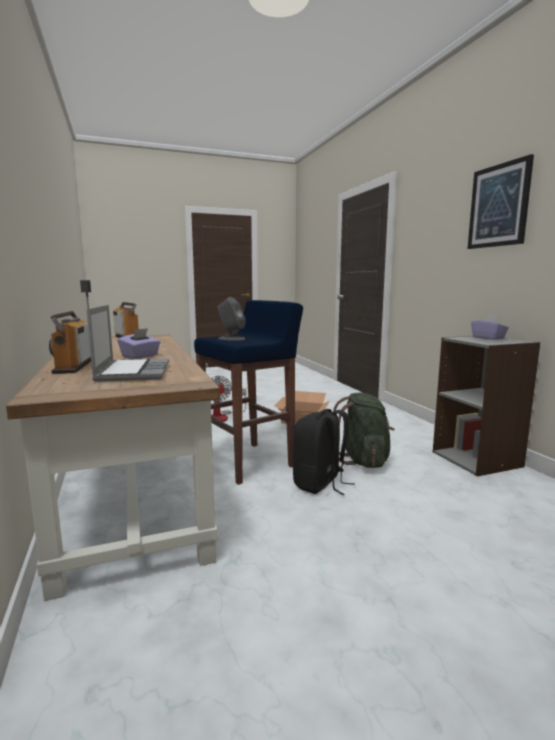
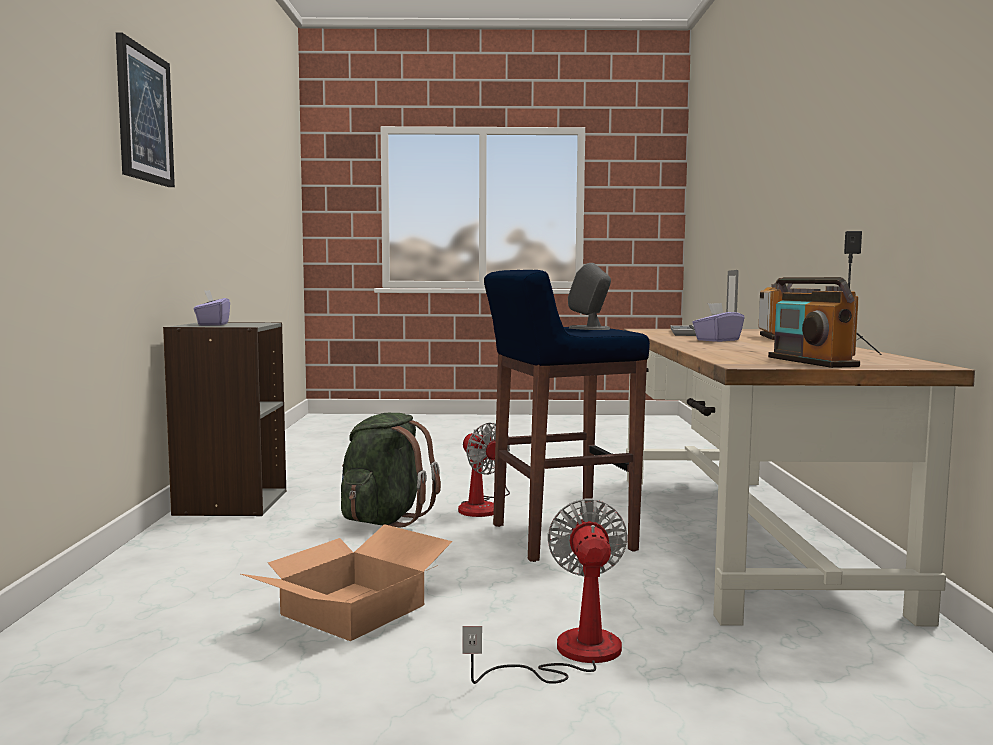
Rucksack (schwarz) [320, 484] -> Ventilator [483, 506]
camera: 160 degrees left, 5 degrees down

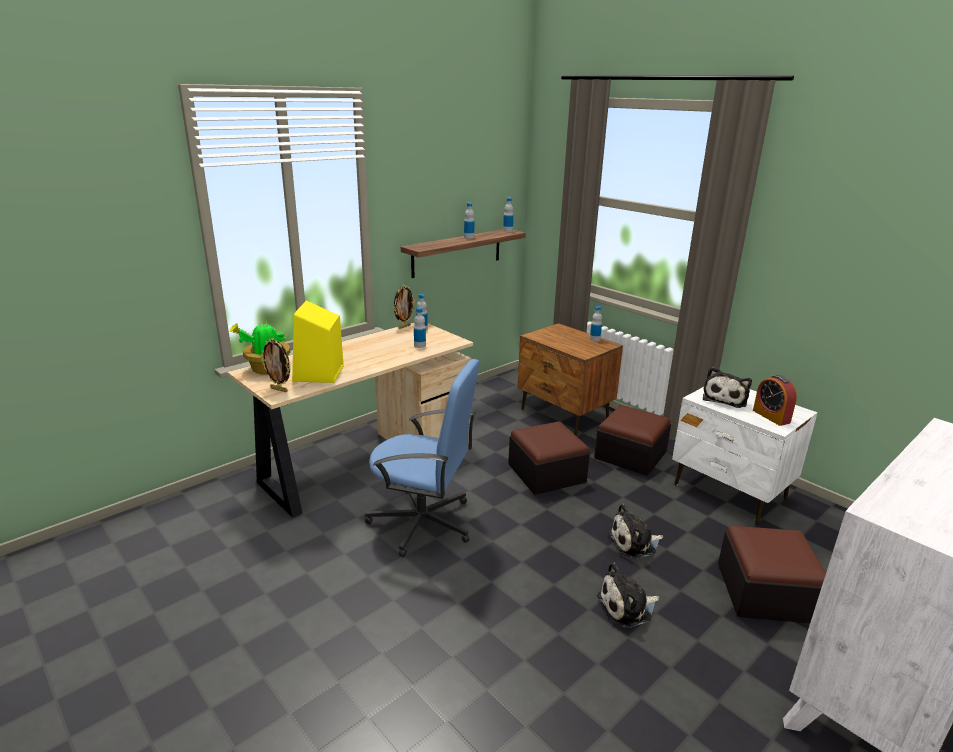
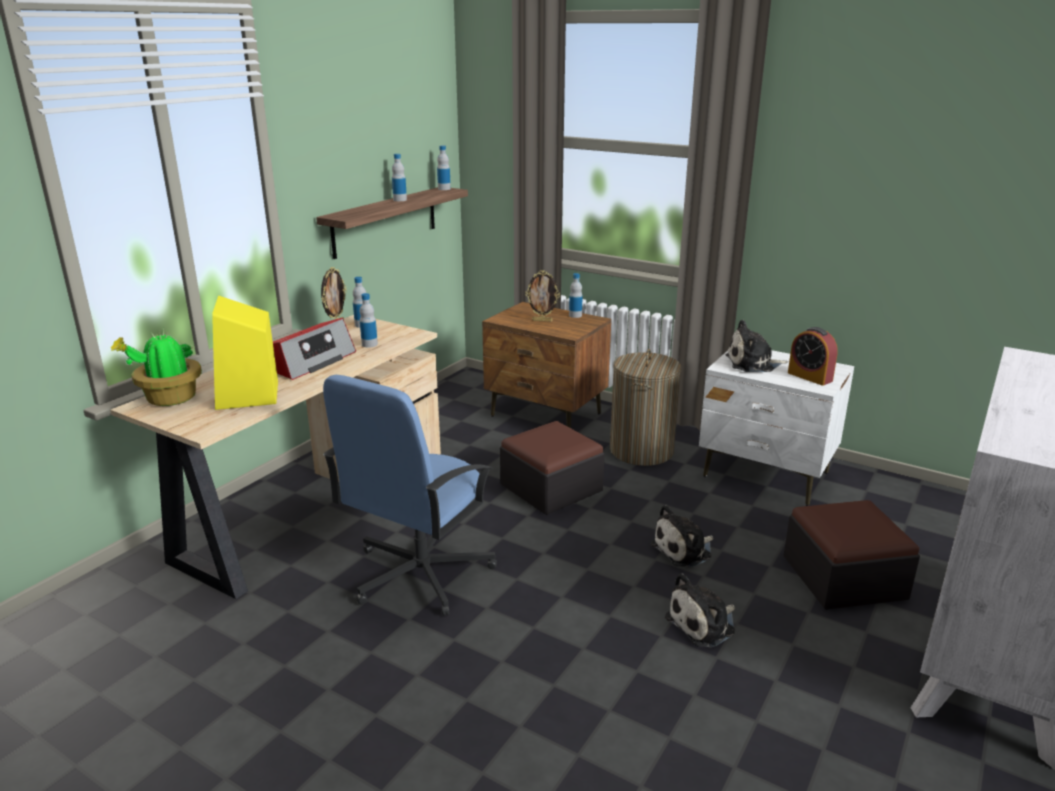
Bilderrahmen [279, 389] -> Bilderrahmen [542, 320], moved
Bürostuhl (blau) [423, 523] -> Bürostuhl (blau) [419, 573], 120 degrees clockwise
Plüschtier [725, 398] -> Plüschtier [753, 364], 75 degrees clockwise
Polsterhocker [630, 455] -> Wäschekorb [641, 451]
none -> Radio [311, 362]
camera: 15 degrees left, 0 degrees up

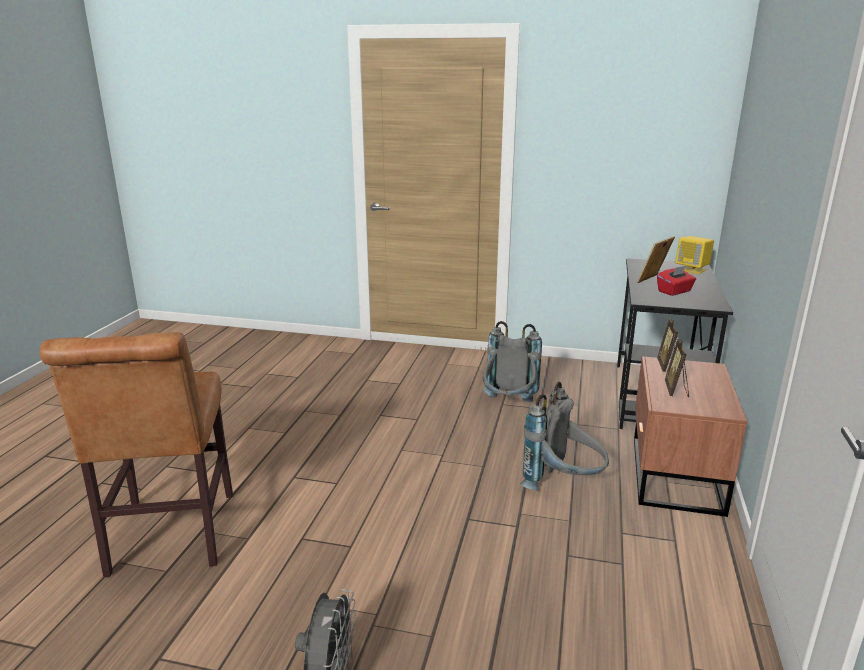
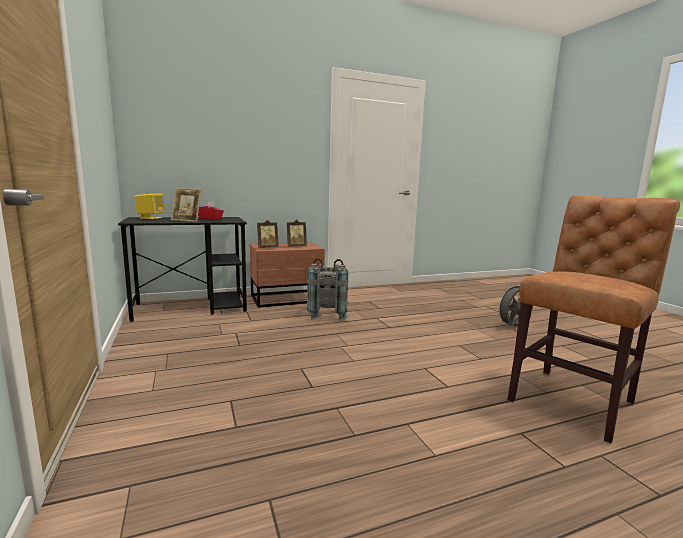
Rucksack (grau) [508, 406] -> none
camera: 125 degrees left, 10 degrees down

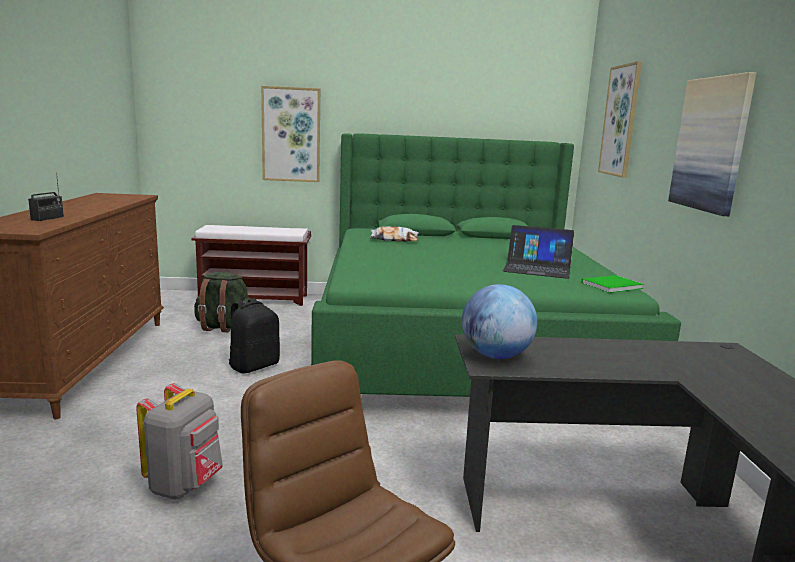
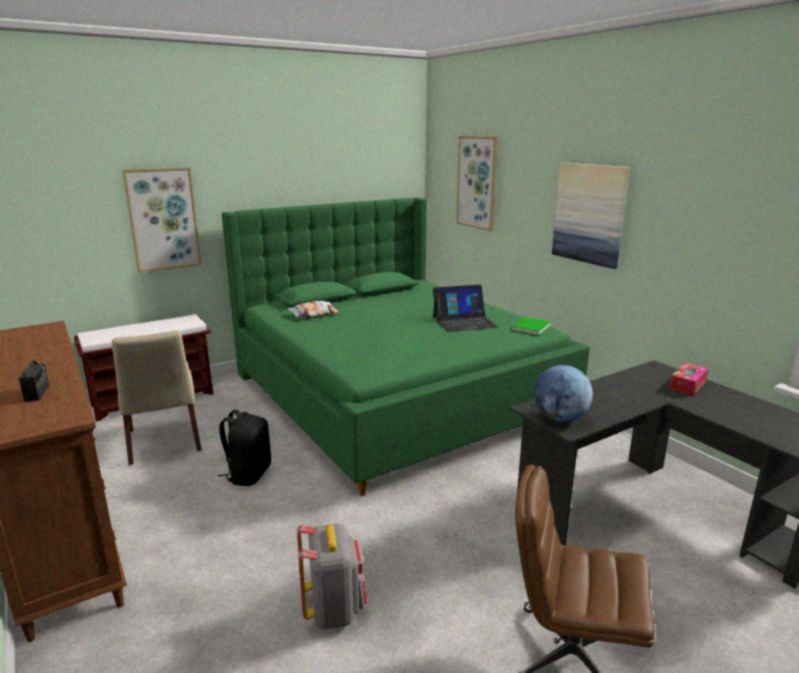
Rucksack (grün) [223, 327] -> Stuhl (beige) [164, 442]
none -> Taschentuchbox [687, 385]
camera: 30 degrees left, 5 degrees up

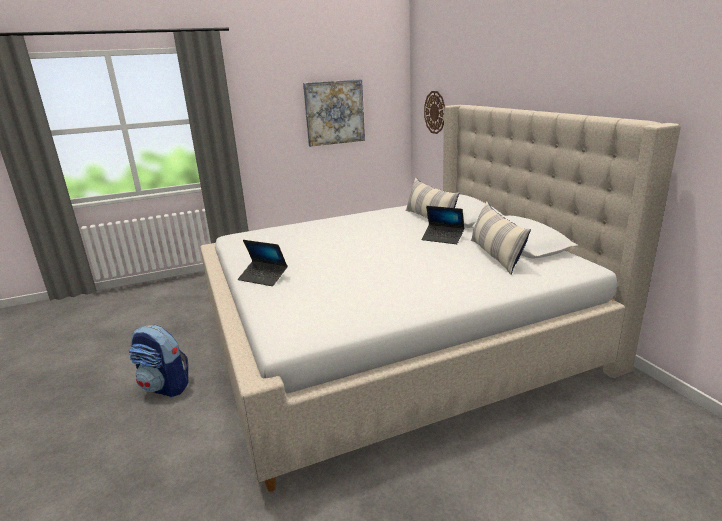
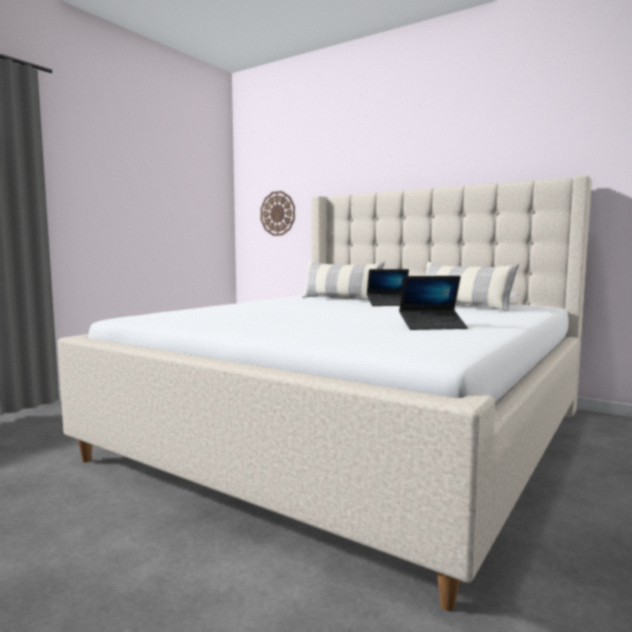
Bild [334, 112] -> none
Laptop [263, 277] -> Laptop [432, 326], moved
Rucksack [165, 387] -> none
camera: 35 degrees left, 15 degrees down

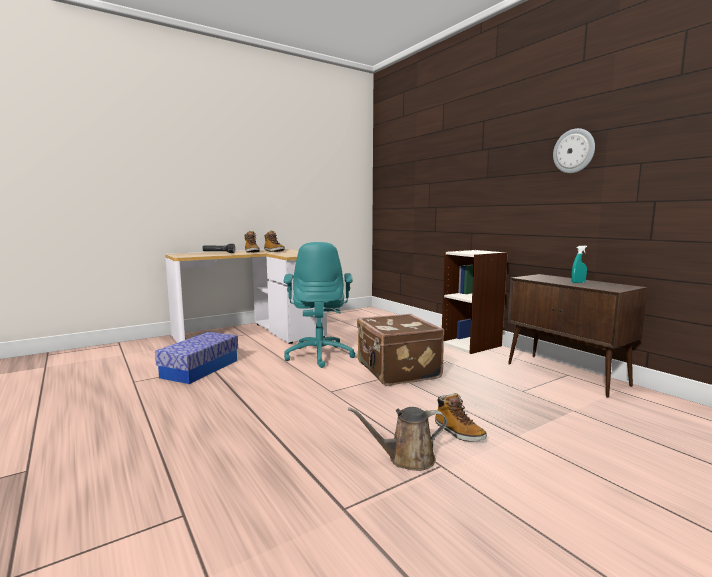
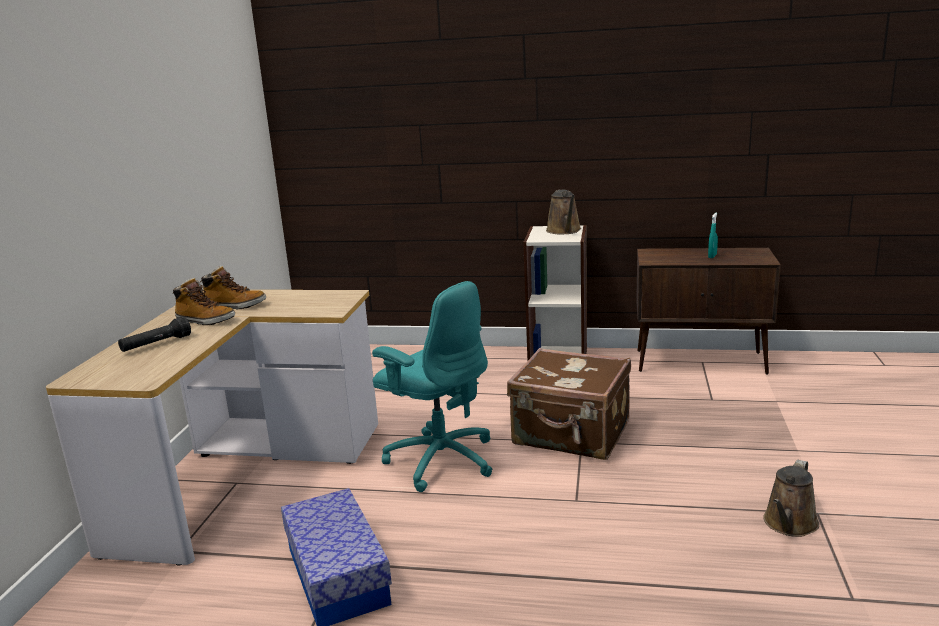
Wanduhr [574, 151] -> none
Stiefel [458, 432] -> none
none -> Gießkanne (braun) [564, 231]
camera: 45 degrees left, 10 degrees up

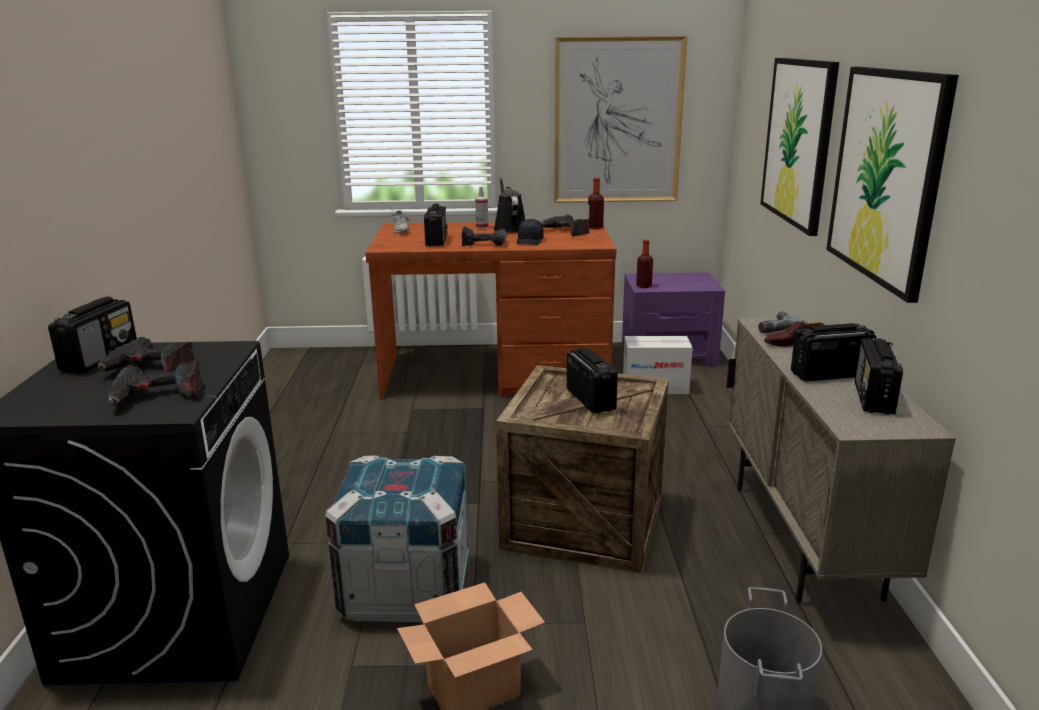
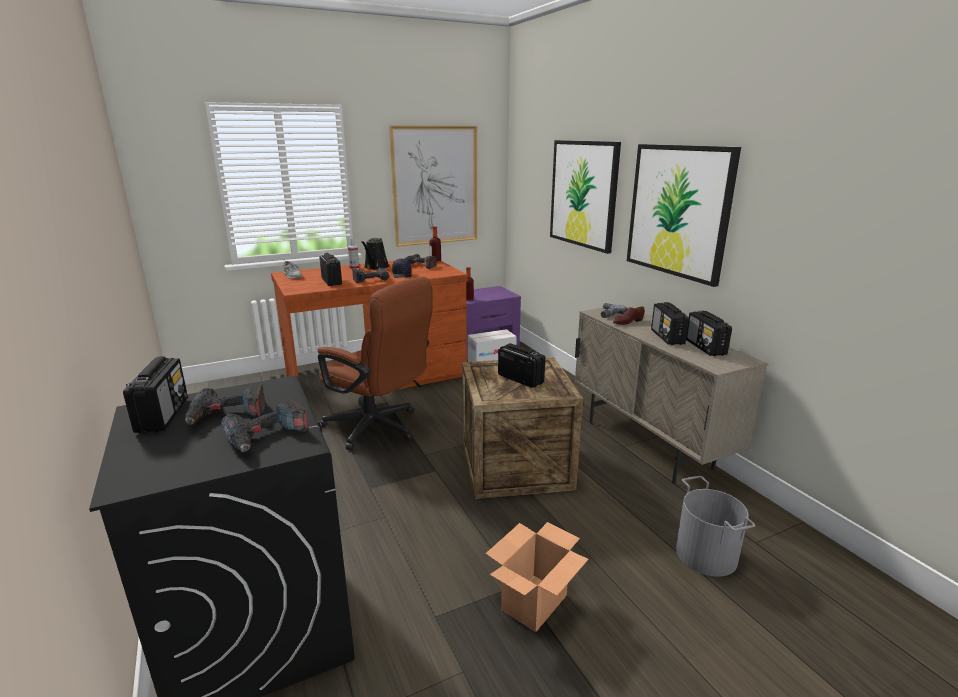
Gießkanne (schwarz) [509, 228] -> Gießkanne (schwarz) [375, 267], 135 degrees counterclockwise
Radio [828, 374] -> Radio [667, 337], 60 degrees counterclockwise
Kiste [406, 589] -> none
none -> Bürostuhl (braun) [379, 429]
camera: 25 degrees left, 0 degrees up

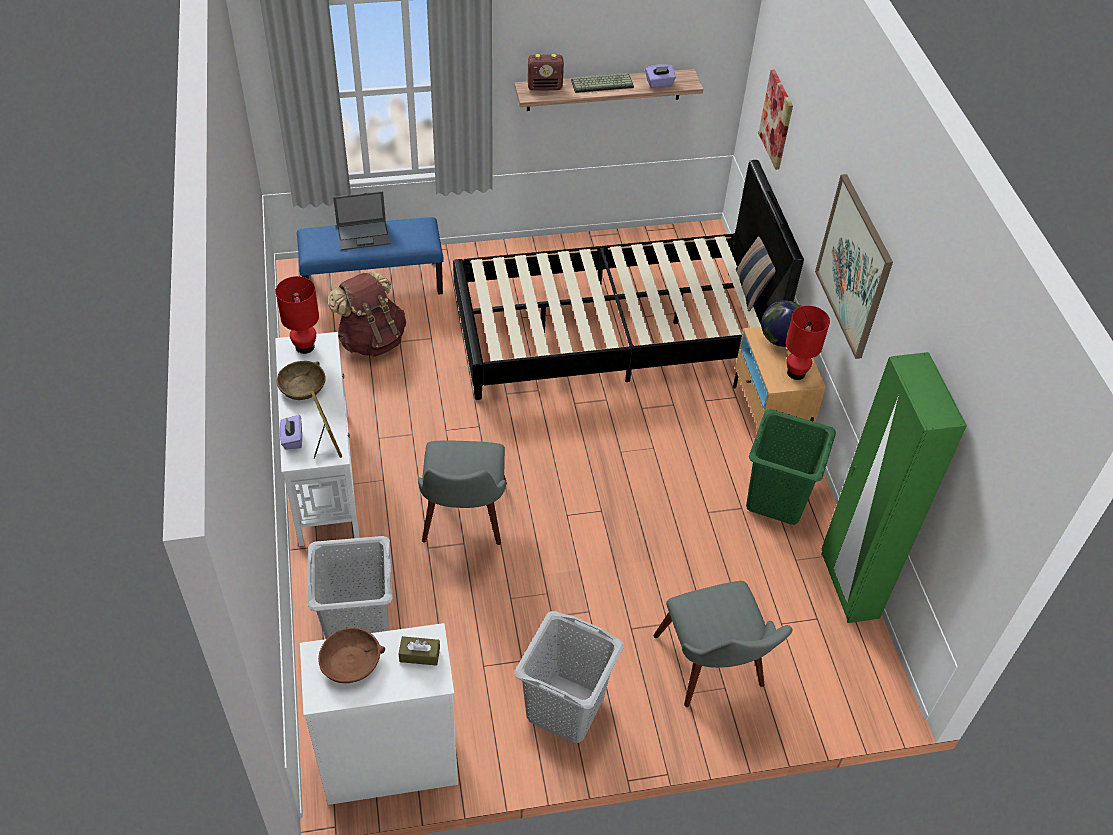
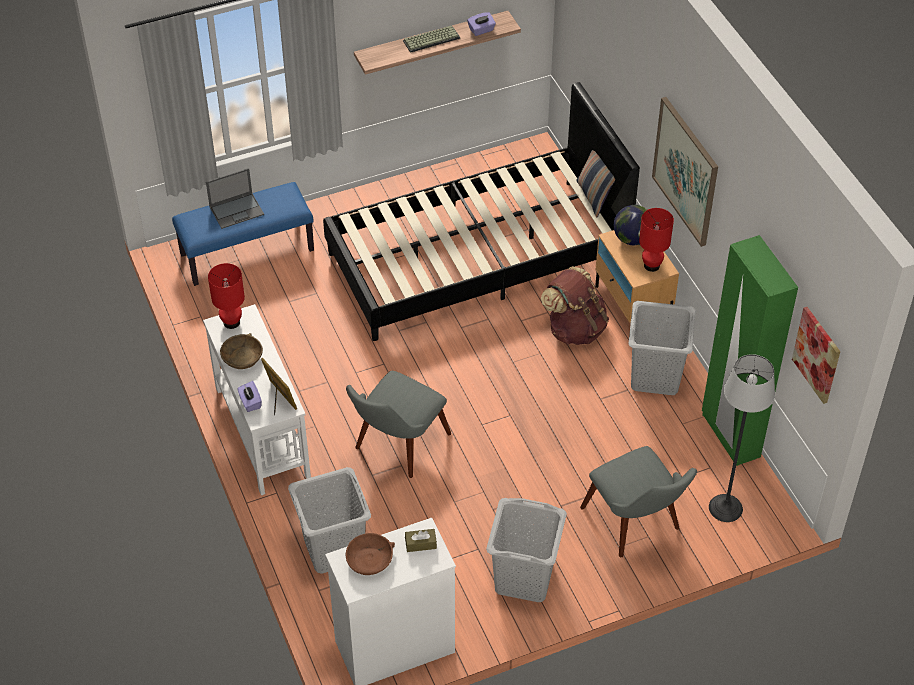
Radio [545, 87] -> none
Bild [777, 119] -> Bild [817, 354], moved
Rucksack (braun) [371, 340] -> Rucksack (braun) [574, 329], moved
Wäschekorb (grün) [777, 499] -> Wäschekorb (grau) [655, 377]
Stuhl (grau) [463, 523] -> Stuhl (grau) [395, 448], 45 degrees clockwise
none -> Stehlampe [726, 508]
camera: 10 degrees left, 0 degrees up

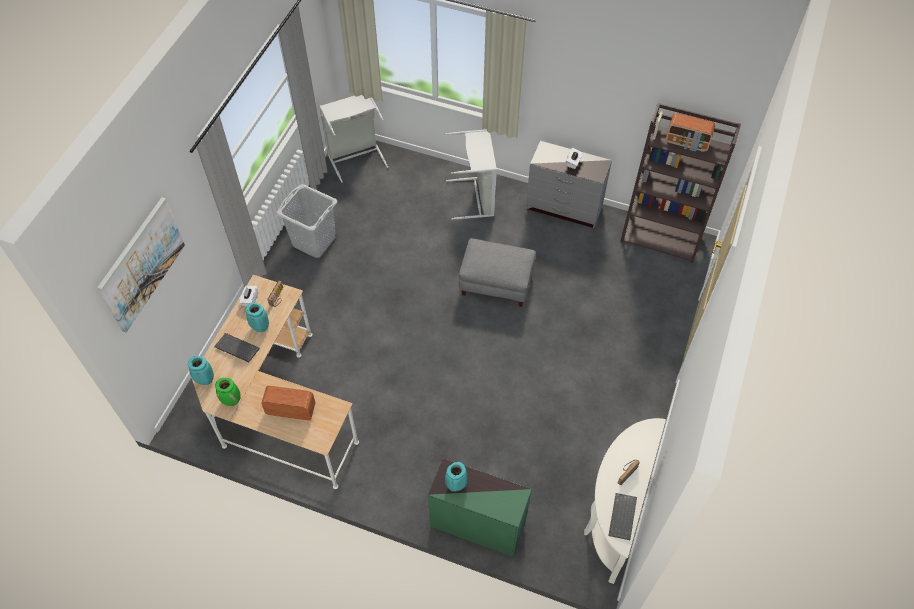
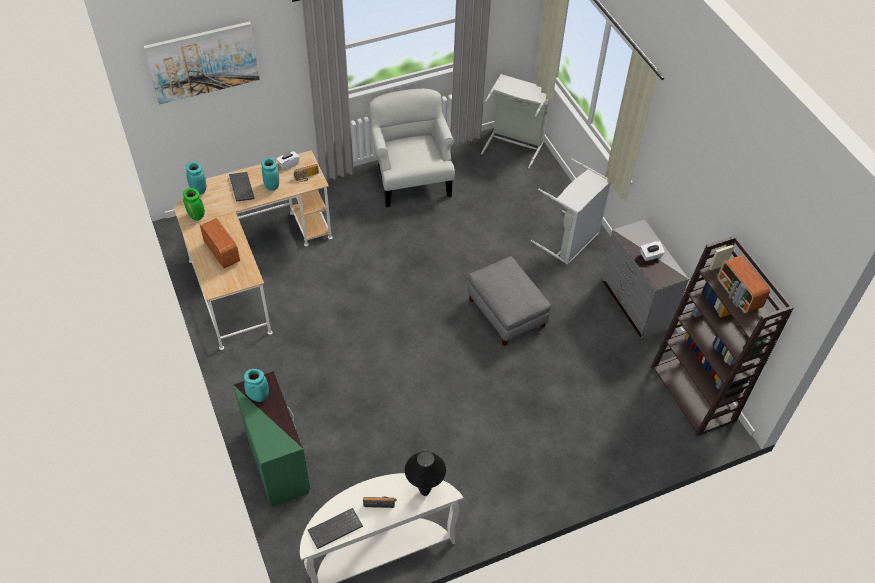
Wäschekorb (grau) [314, 241] -> Sessel (weiß) [411, 178]
none -> Tischlampe (schwarz) [424, 492]
camera: 45 degrees right, 5 degrees down

